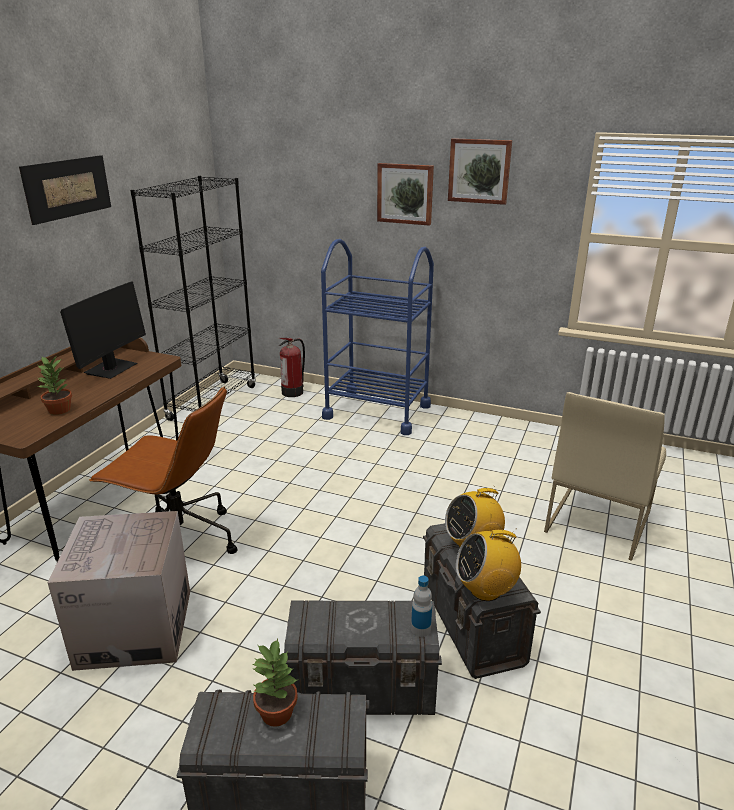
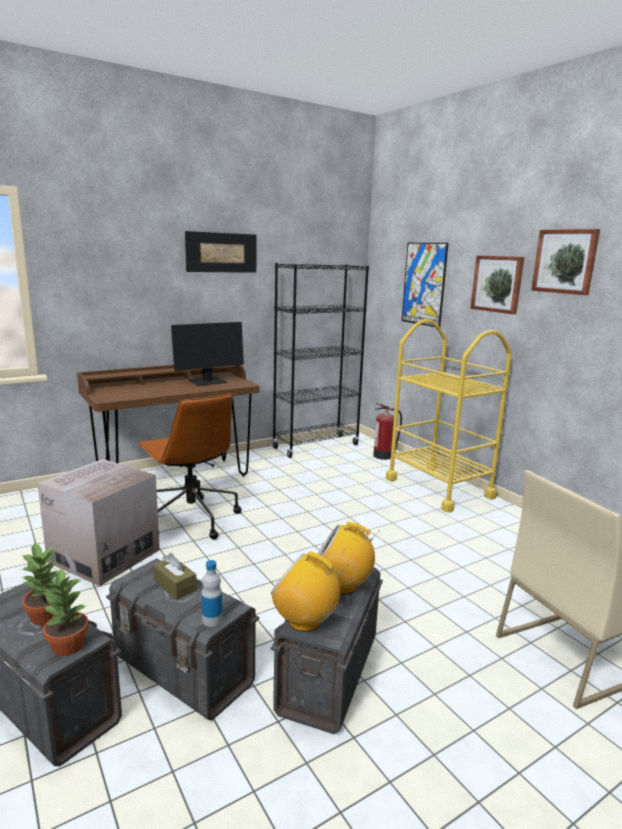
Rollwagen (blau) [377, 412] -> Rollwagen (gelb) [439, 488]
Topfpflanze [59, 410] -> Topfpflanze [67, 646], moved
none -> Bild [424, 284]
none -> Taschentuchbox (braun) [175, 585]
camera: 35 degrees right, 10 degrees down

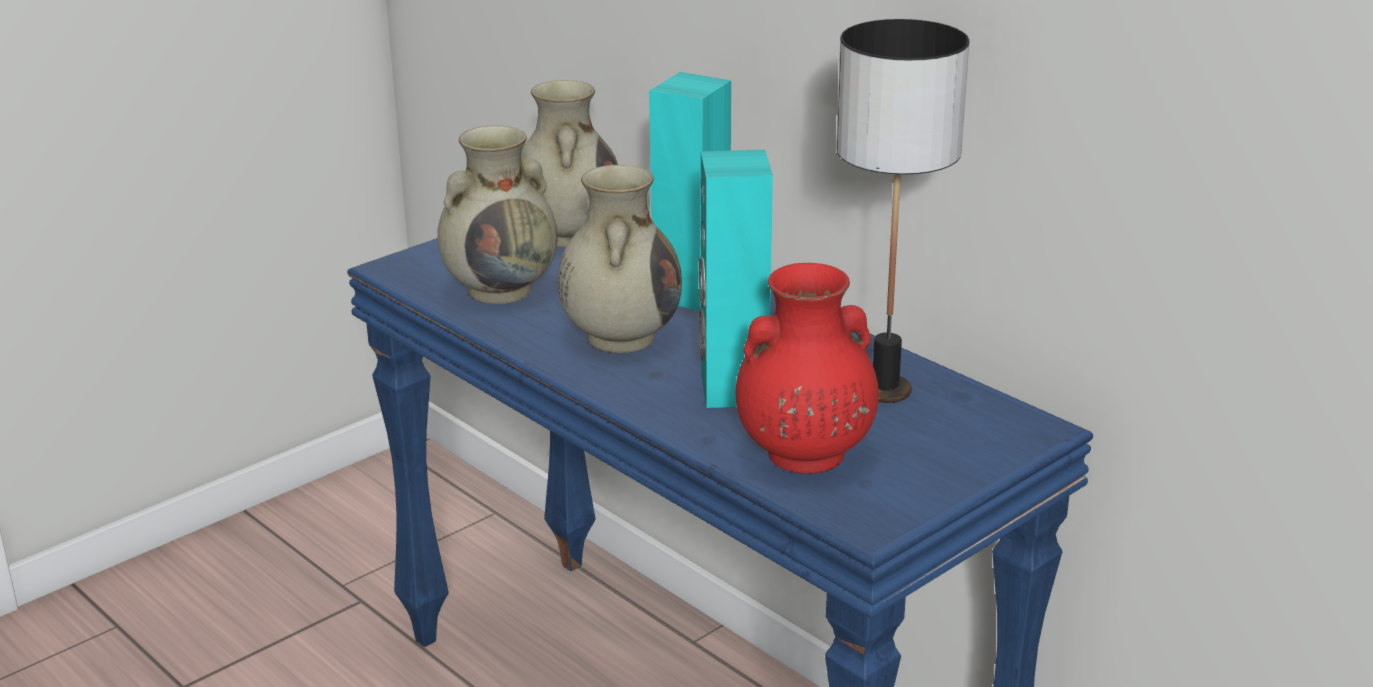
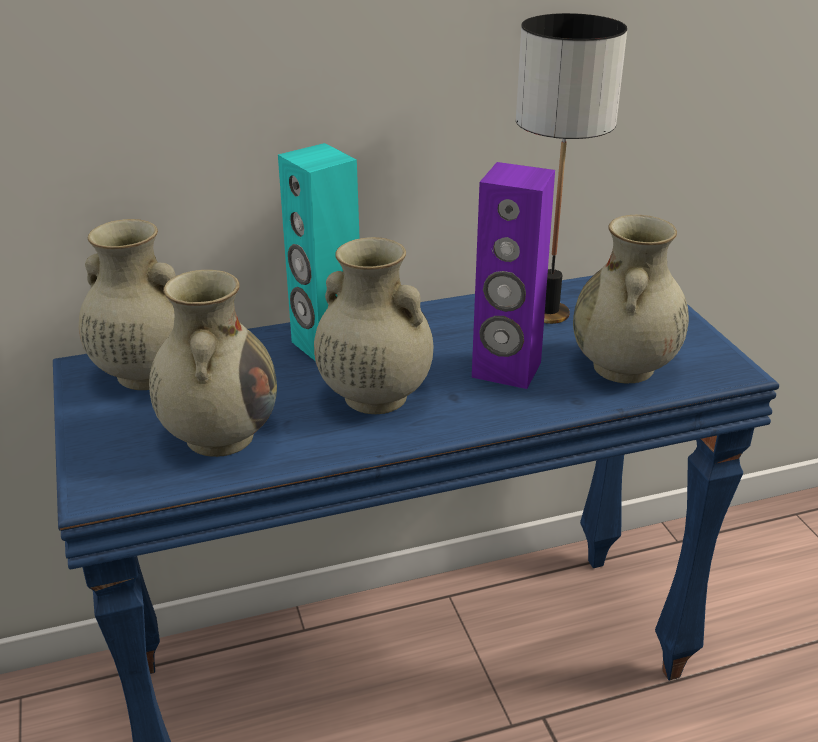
Lautsprecher (türkis) [733, 390] -> Lautsprecher (lila) [506, 370]
Vase (rot) [803, 454] -> Vase (beige) [623, 368]
camera: 65 degrees left, 5 degrees up

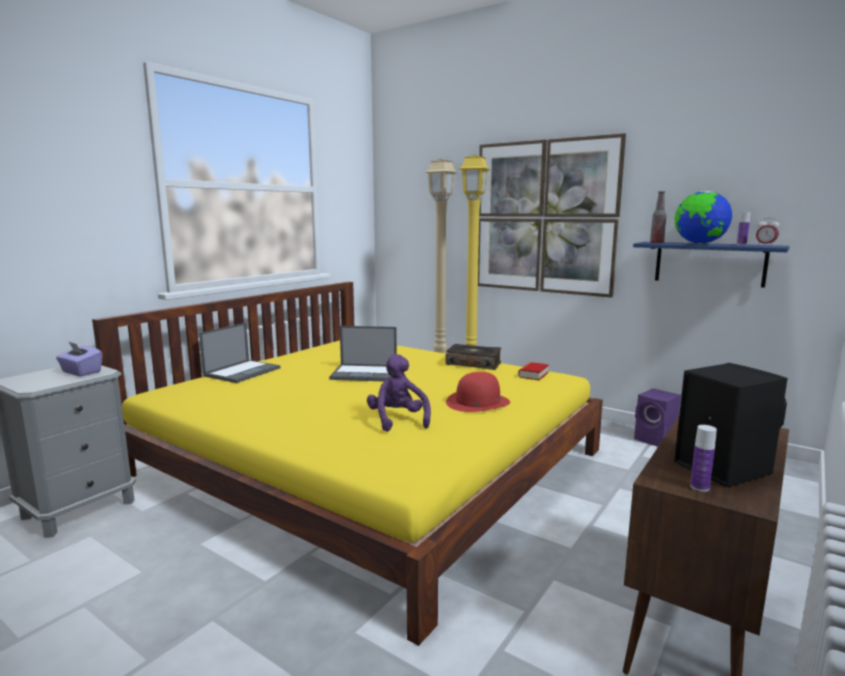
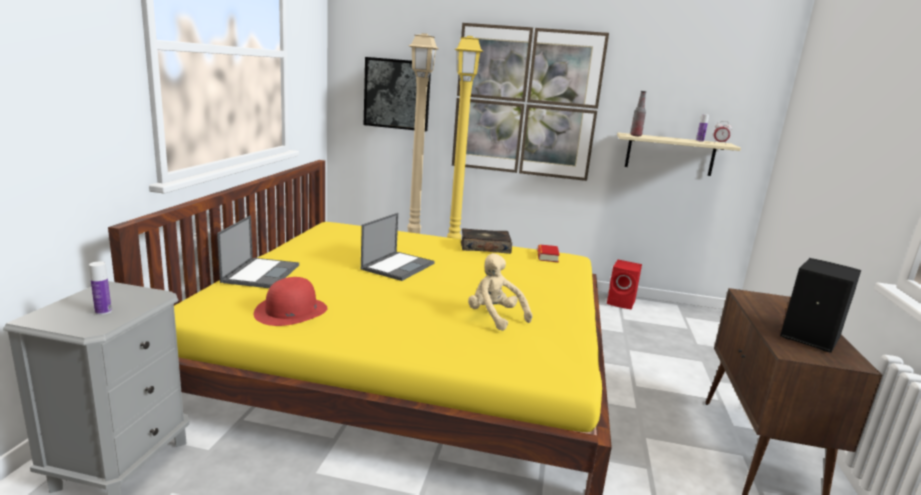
Globus [699, 244] -> none
Wandregal (blau) [709, 263] -> Wandregal (beige) [670, 154]
Laptop [365, 373] -> Laptop [398, 266], 45 degrees counterclockwise
Taschentuchbox (lila) [81, 372] -> none
Plüschtier (lila) [398, 420] -> Plüschtier (beige) [494, 317]
Hut (rot) [477, 402] -> Hut (rot) [291, 311], moved
Lautsprecher (lila) [656, 439] -> Lautsprecher (rot) [622, 303]
Flasche [699, 487] -> Flasche [103, 311], moved
none -> Bild [397, 94]
camera: 25 degrees left, 5 degrees up

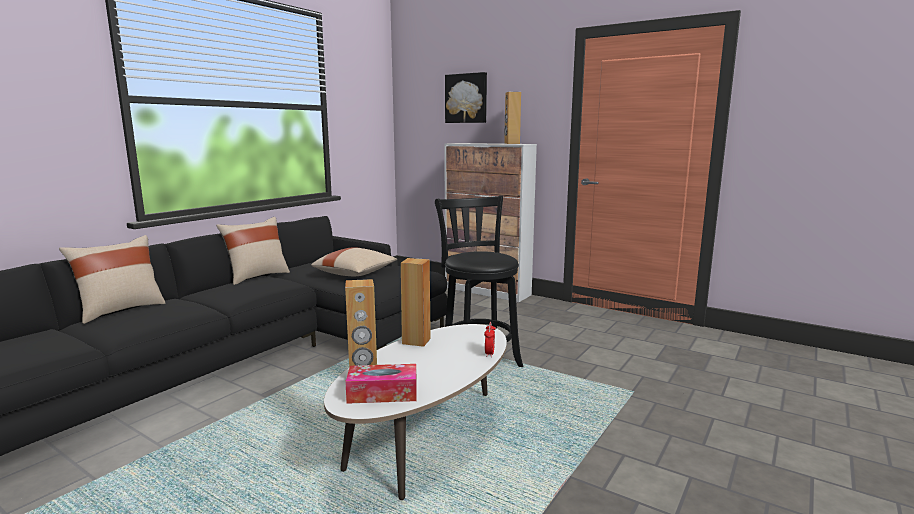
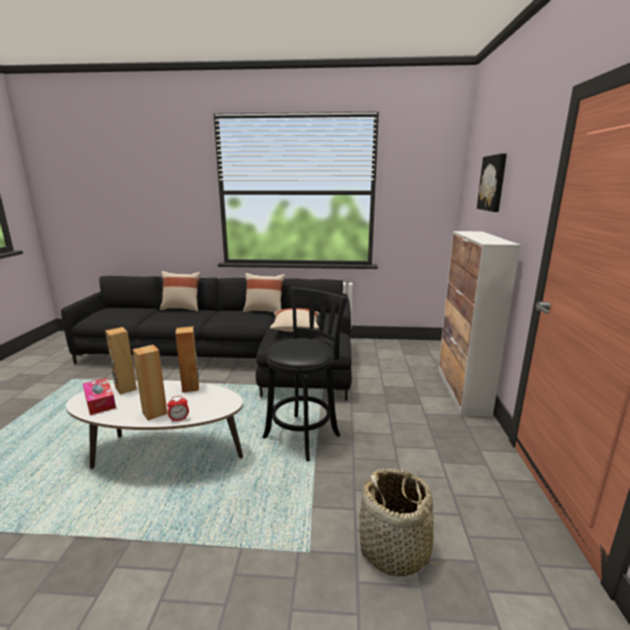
Lautsprecher (braun) [511, 143] -> Lautsprecher (braun) [154, 413], moved
none -> Korb [394, 549]
camera: 60 degrees right, 5 degrees up

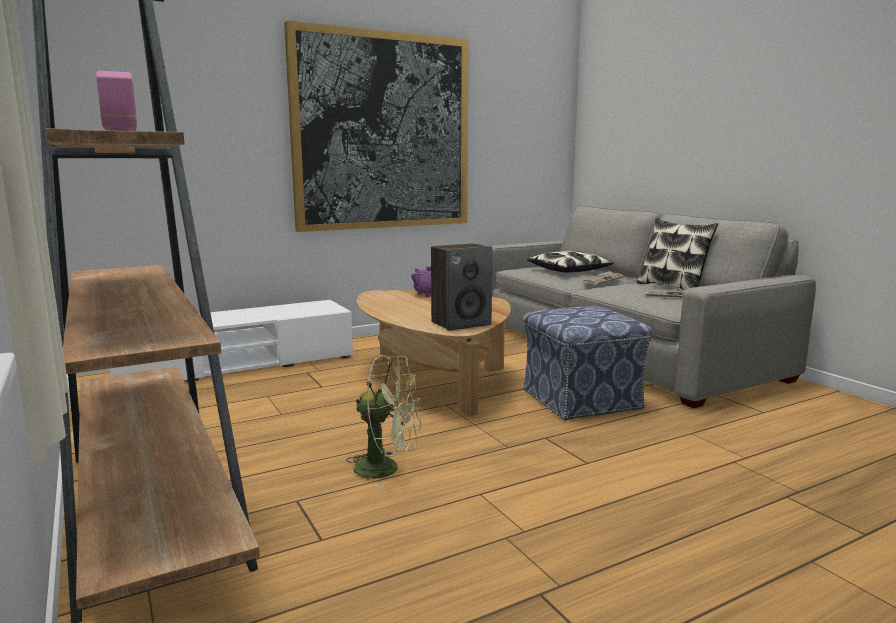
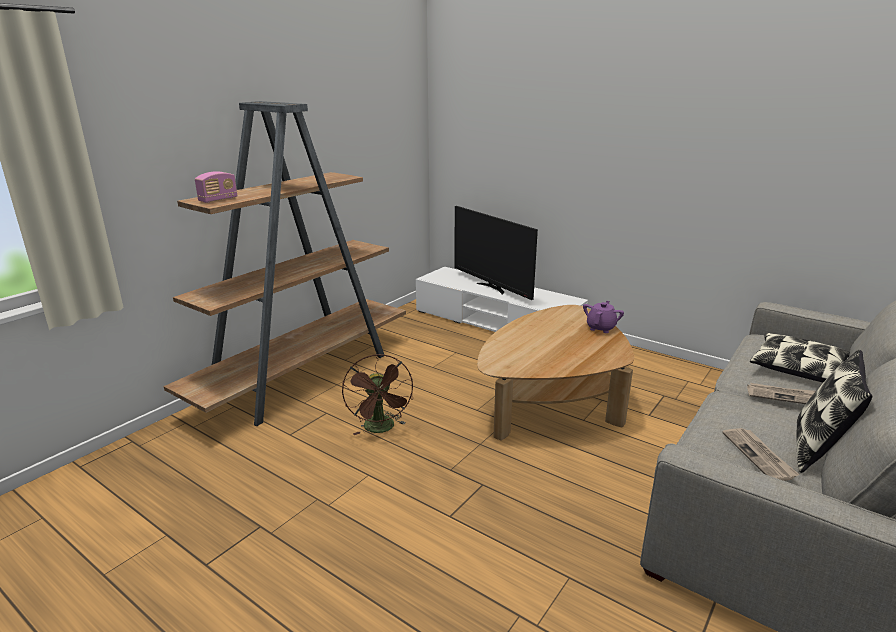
Bild [382, 132] -> none
Lautsprecher [461, 323] -> none
Polsterhocker [580, 400] -> none
Ventilator (grün) [387, 469] -> Ventilator (braun) [381, 429]
none -> Fernseher [492, 288]
camera: 65 degrees right, 10 degrees up

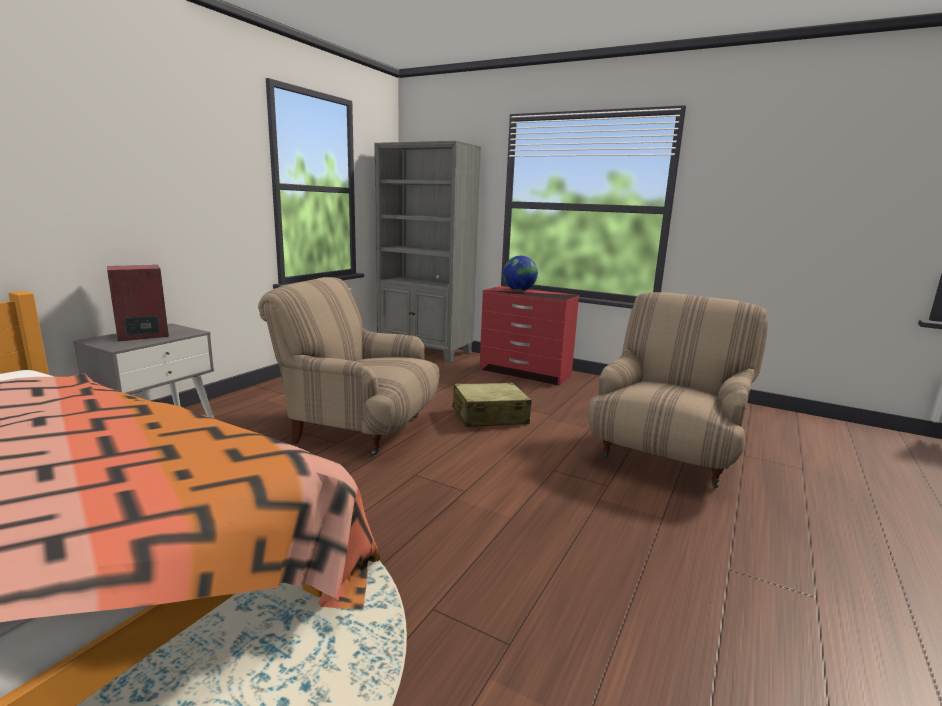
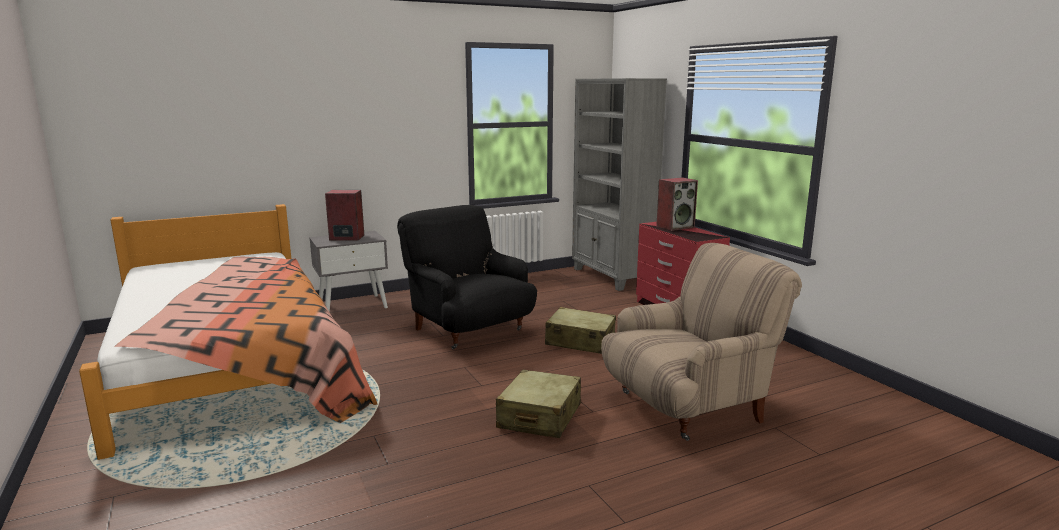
Globus [519, 290] -> Lautsprecher [675, 227]
Sessel (beige) [359, 430] -> Sessel (schwarz) [468, 330]
none -> Koffer (beige) [539, 417]
camera: 35 degrees right, 0 degrees up

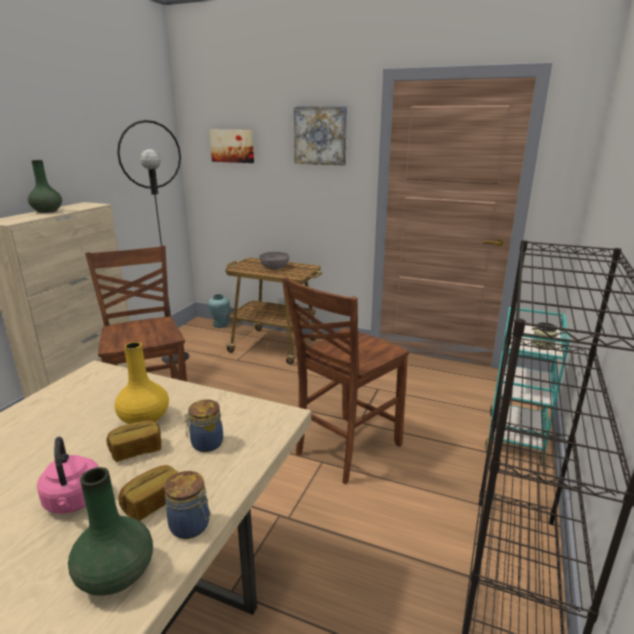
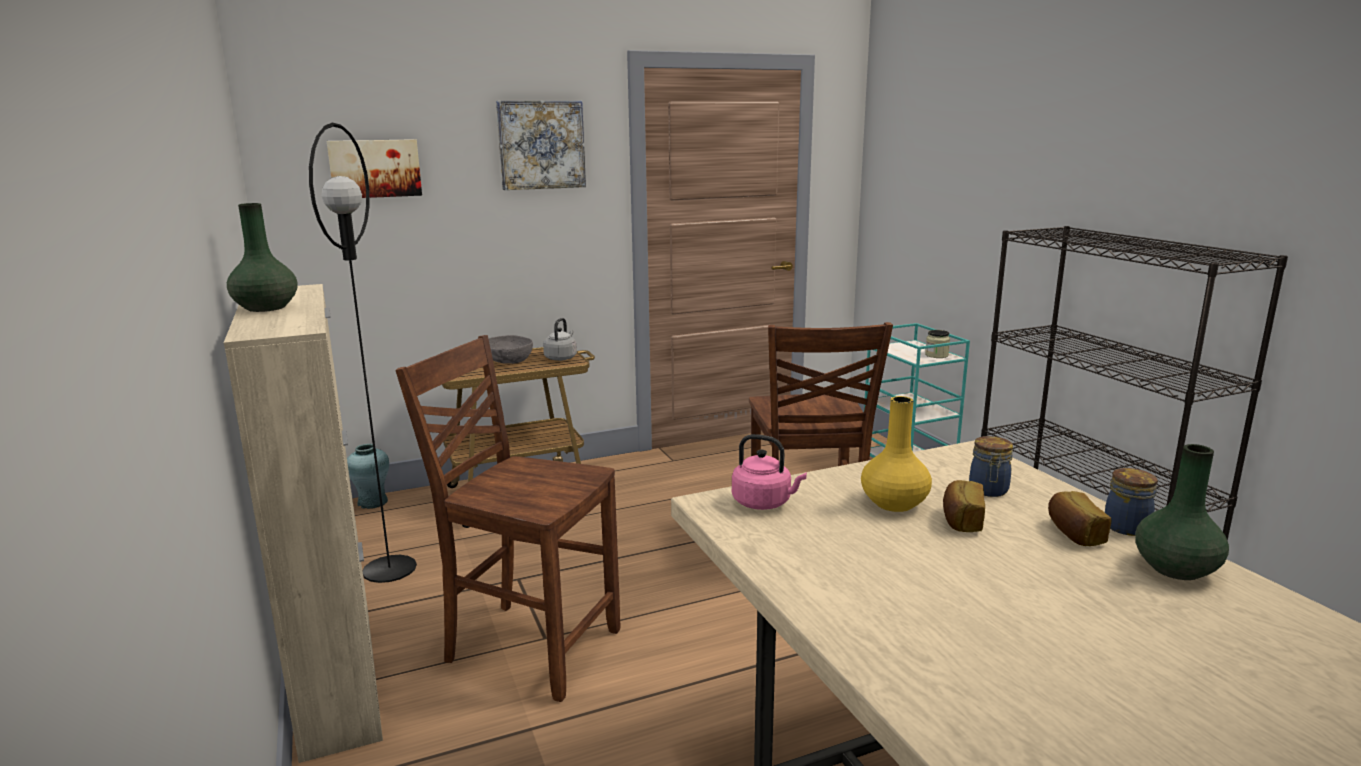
Wasserkessel (rosa) [74, 502] -> Wasserkessel (rosa) [764, 503], moved
none -> Wasserkessel (grau) [561, 358]
camera: 45 degrees left, 5 degrees down

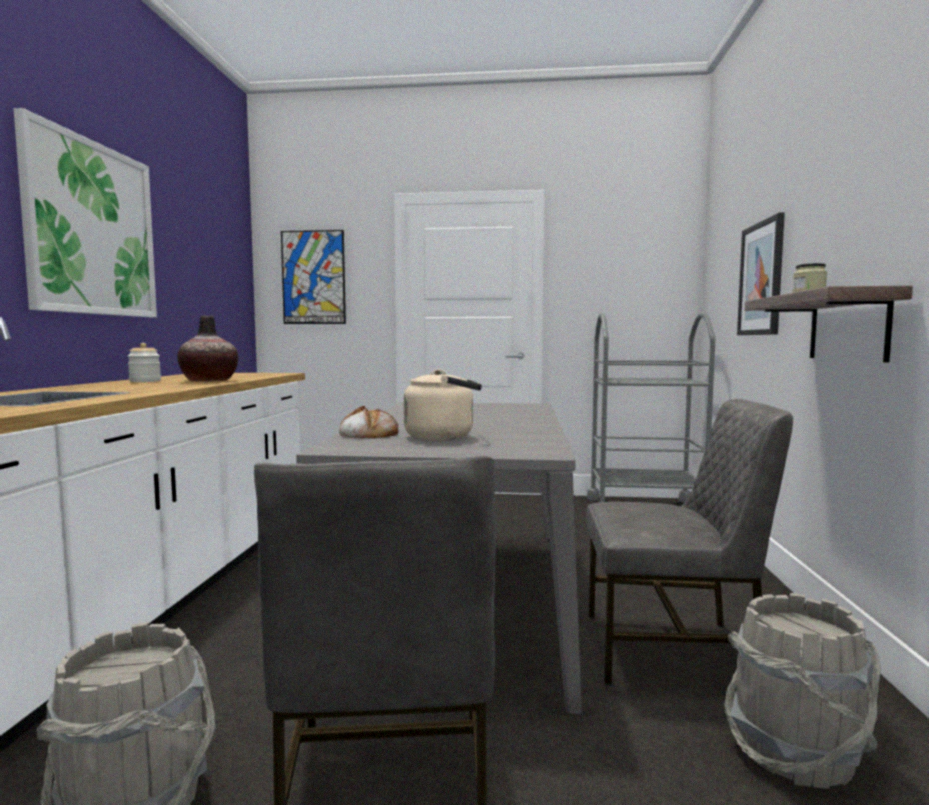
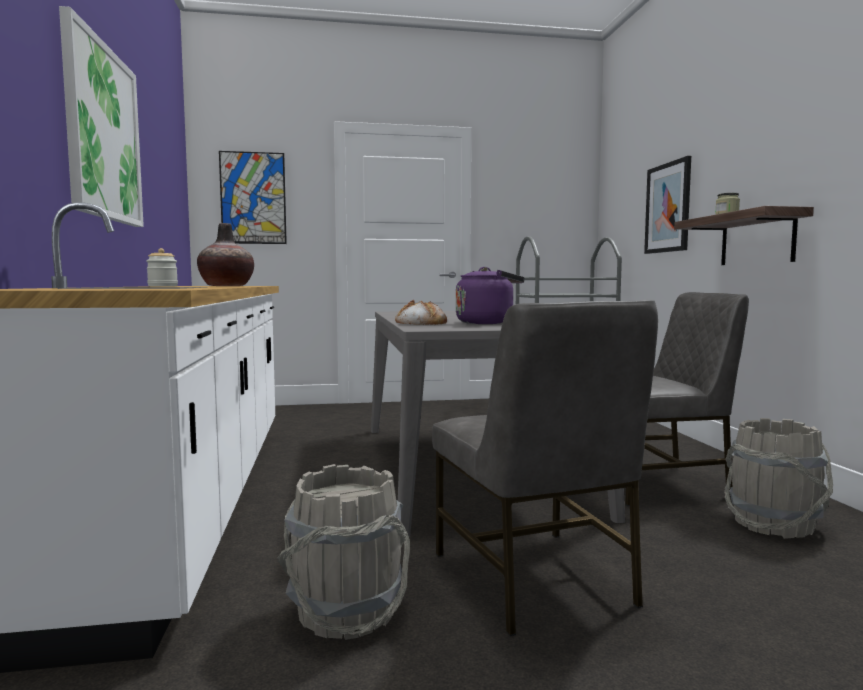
Wasserkessel (beige) [443, 436] -> Wasserkessel (lila) [487, 323]
camera: 15 degrees left, 0 degrees up

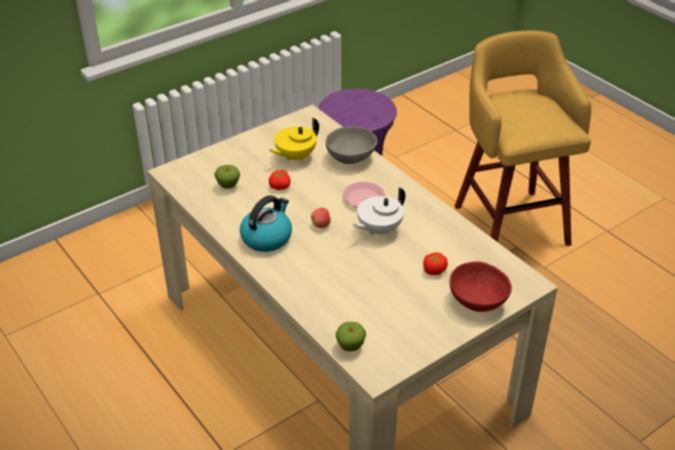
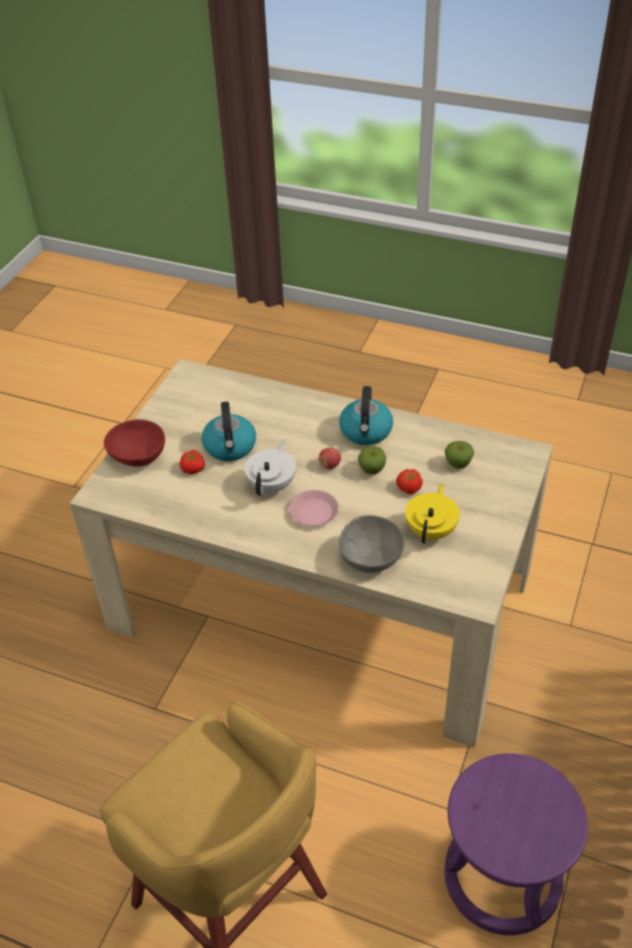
Apfel [350, 346] -> Apfel [372, 470], moved
none -> Wasserkessel [230, 447]
camera: 150 degrees right, 5 degrees up

